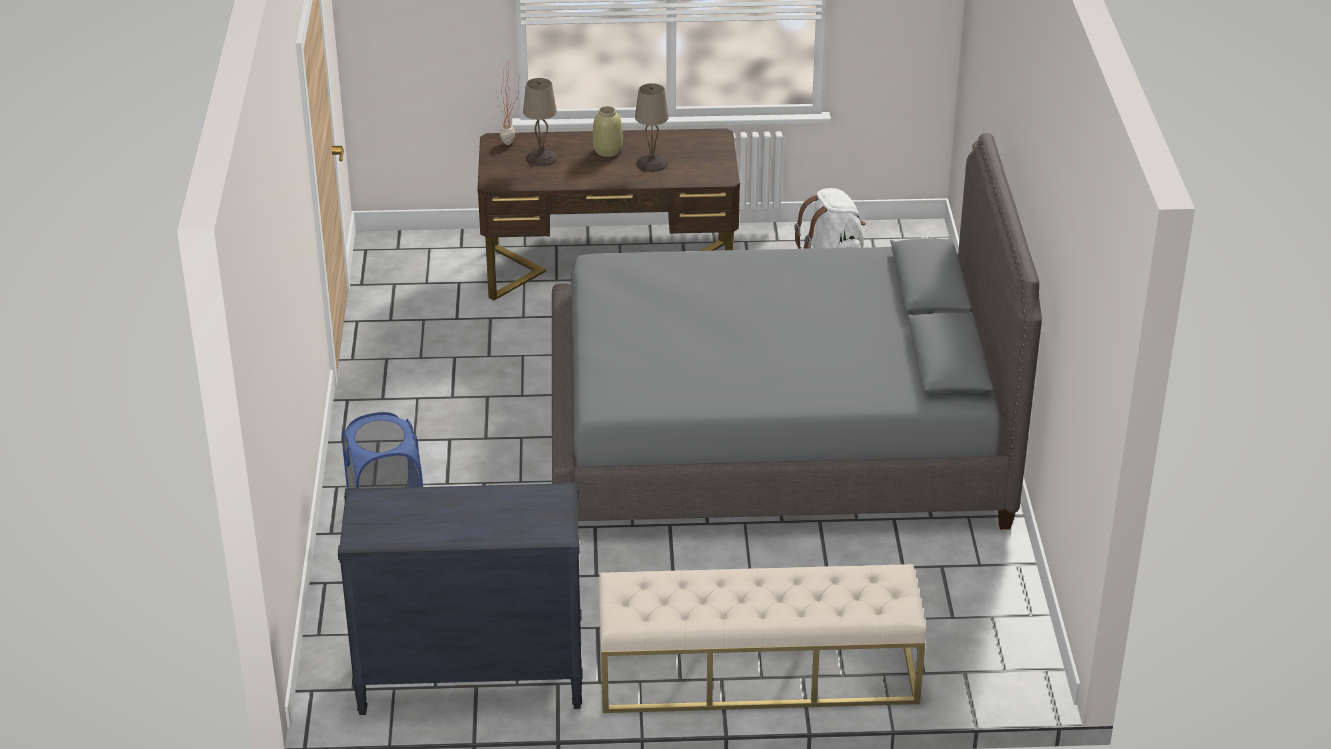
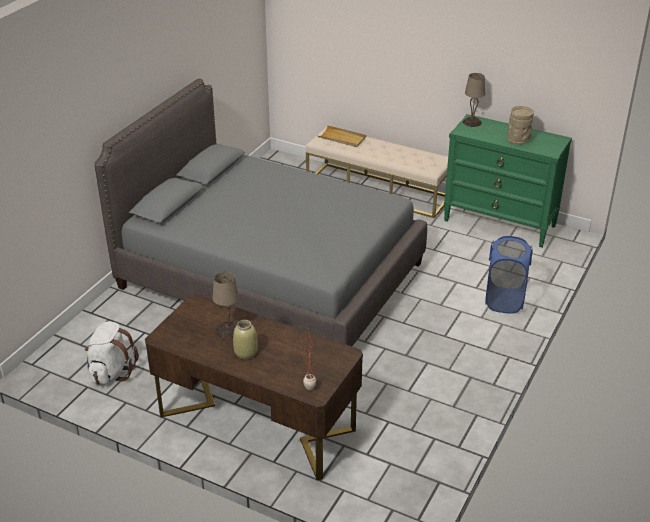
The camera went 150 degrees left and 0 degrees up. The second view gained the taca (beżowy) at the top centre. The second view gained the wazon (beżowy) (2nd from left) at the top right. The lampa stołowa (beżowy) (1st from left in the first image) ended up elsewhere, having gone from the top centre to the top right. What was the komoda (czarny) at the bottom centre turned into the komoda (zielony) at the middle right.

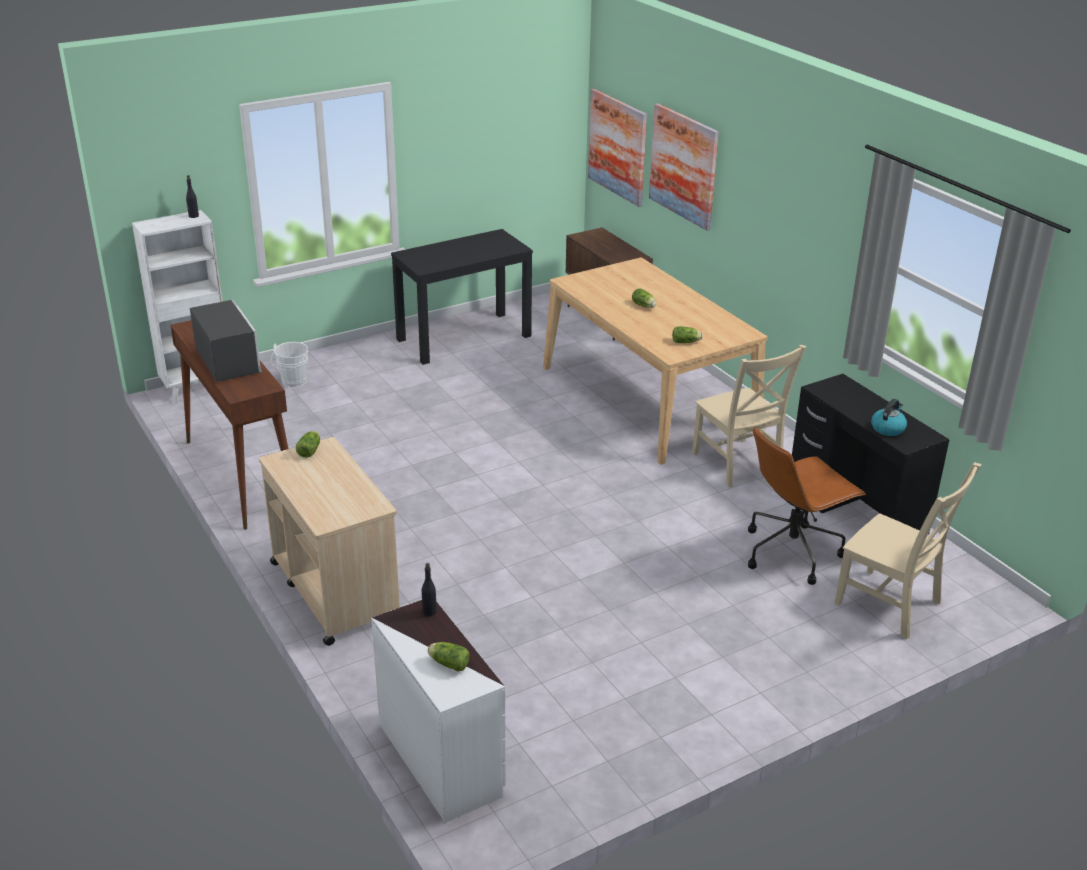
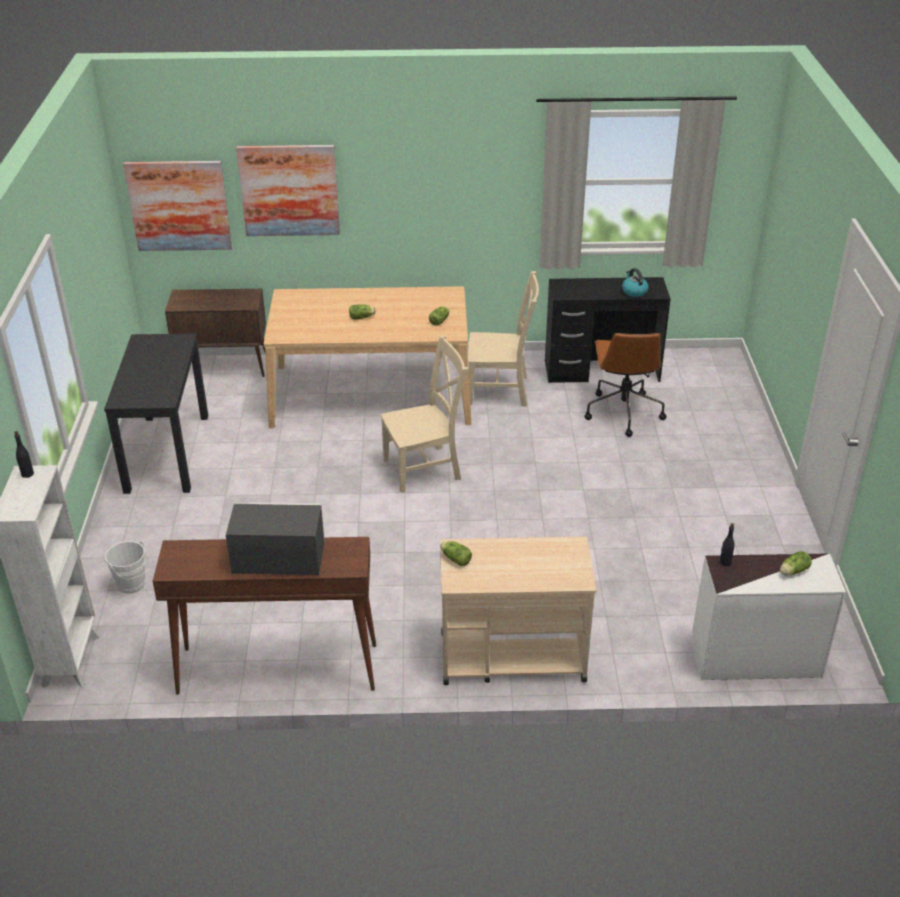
The camera went 60 degrees left and 5 degrees up. The krzesło (beżowy) (2nd from left in the first image) ended up elsewhere, having gone from the middle right to the centre.

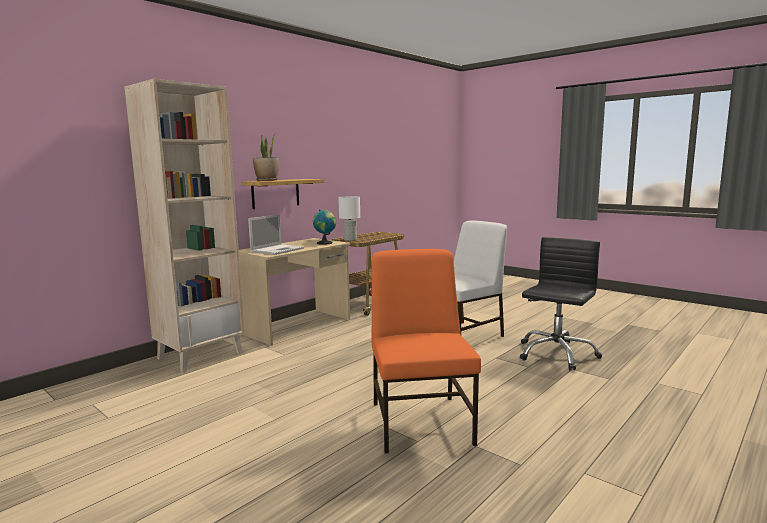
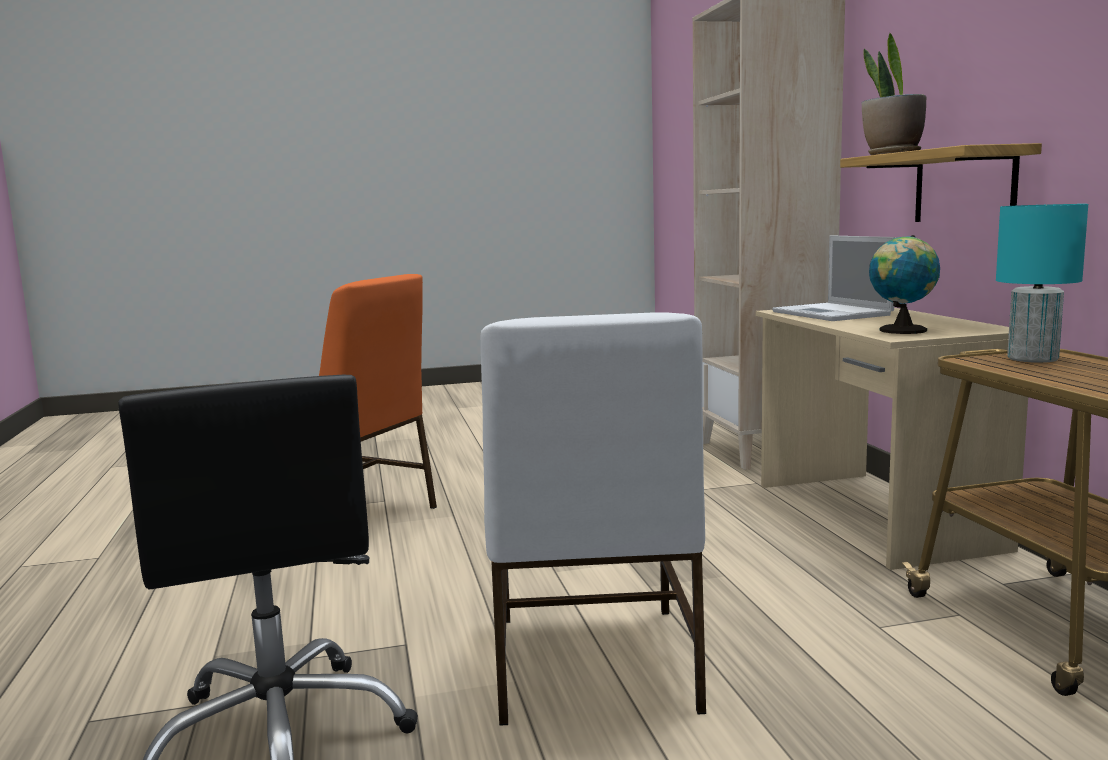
The camera went 125 degrees right and 0 degrees up. What was the lampa stołowa (biały) at the centre turned into the lampa stołowa (turkusowy) at the middle right.

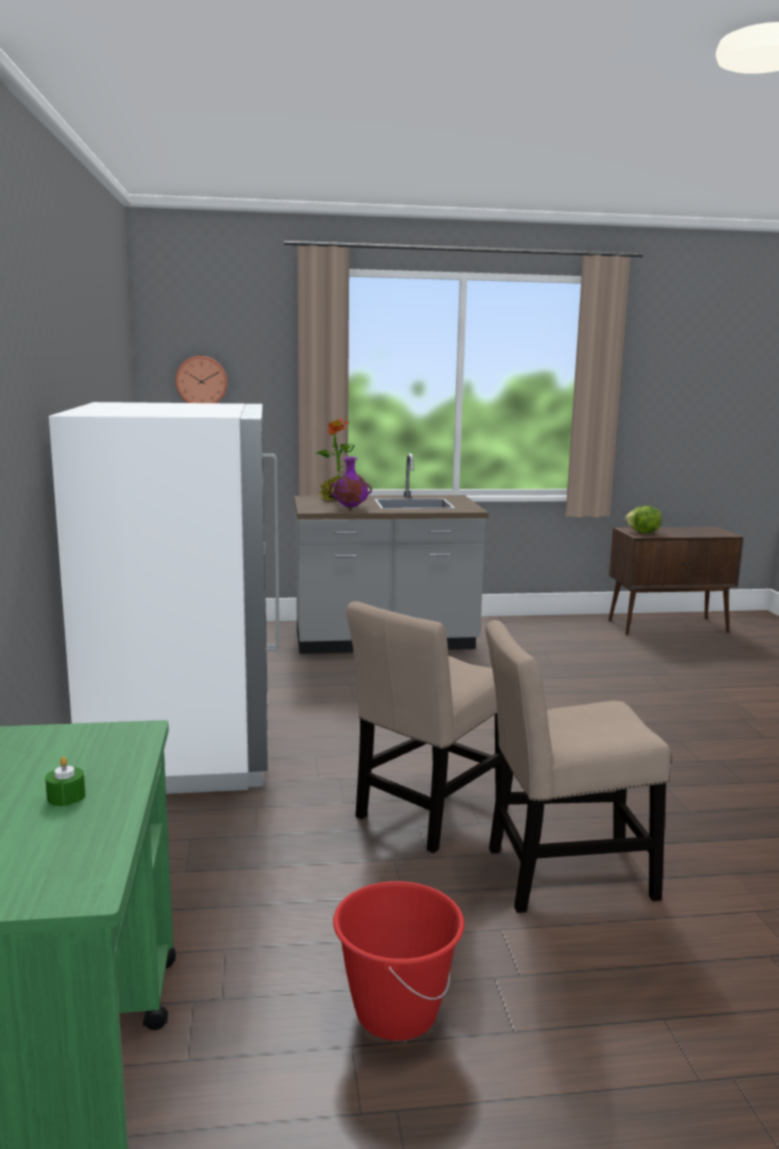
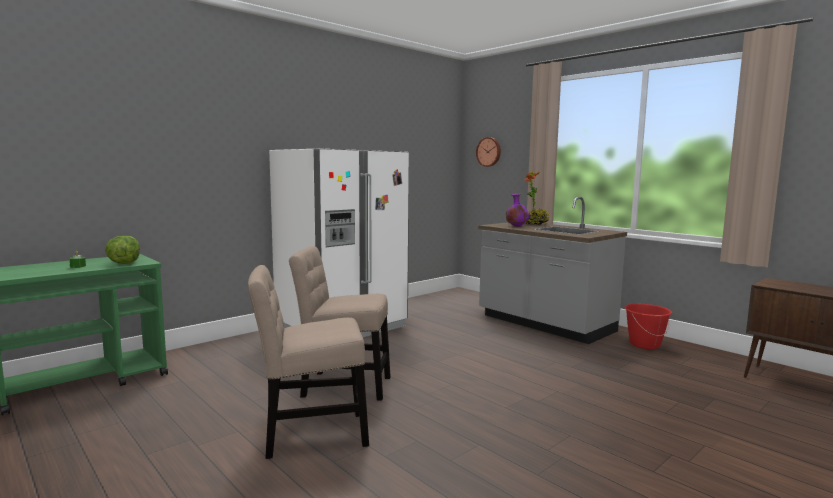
The camera went 55 degrees right and 5 degrees down. The wiadro (czerwony) ended up elsewhere, having gone from the bottom centre to the middle right. The sałata ended up elsewhere, having gone from the middle right to the middle left. The krzesło (beżowy) (2nd from left in the first image) at the bottom right ended up facing another way, 60 degrees counterclockwise from before.

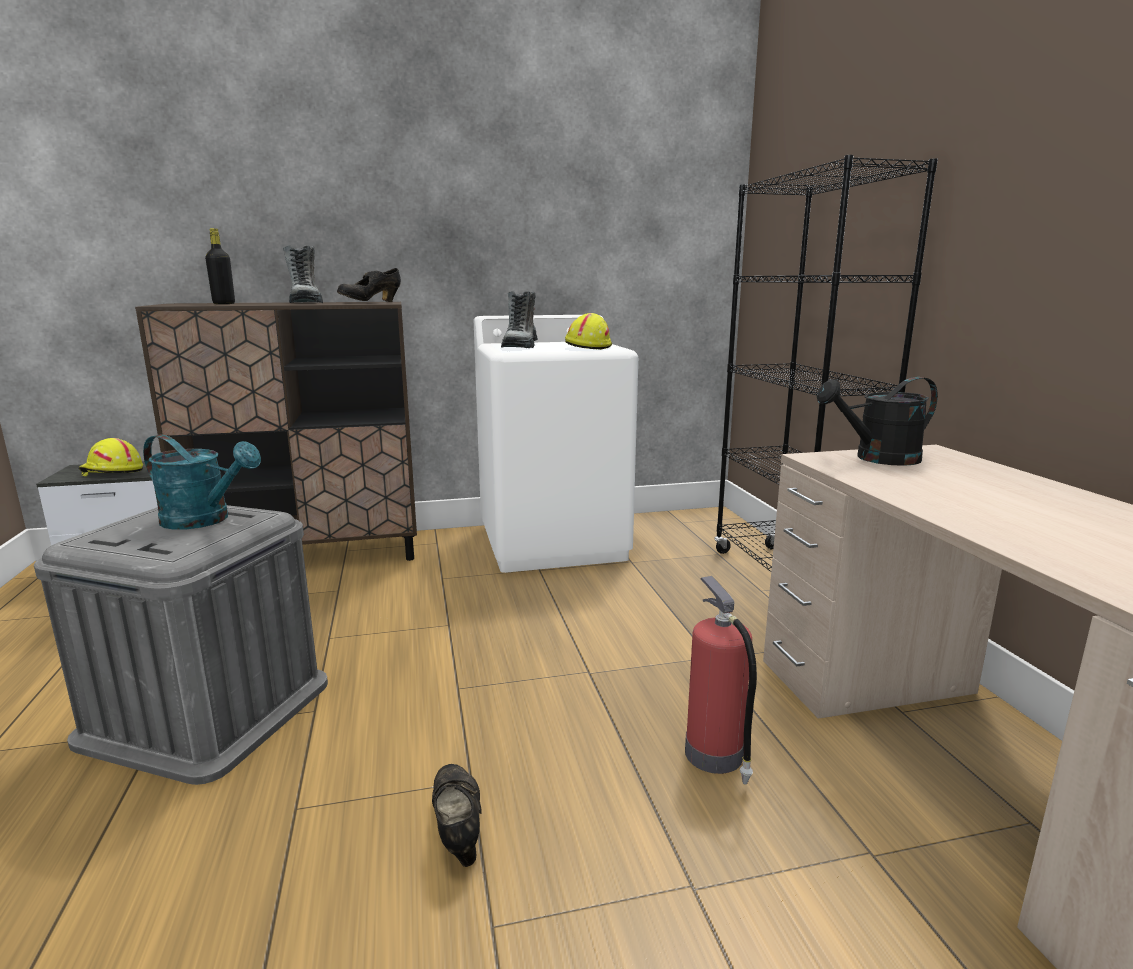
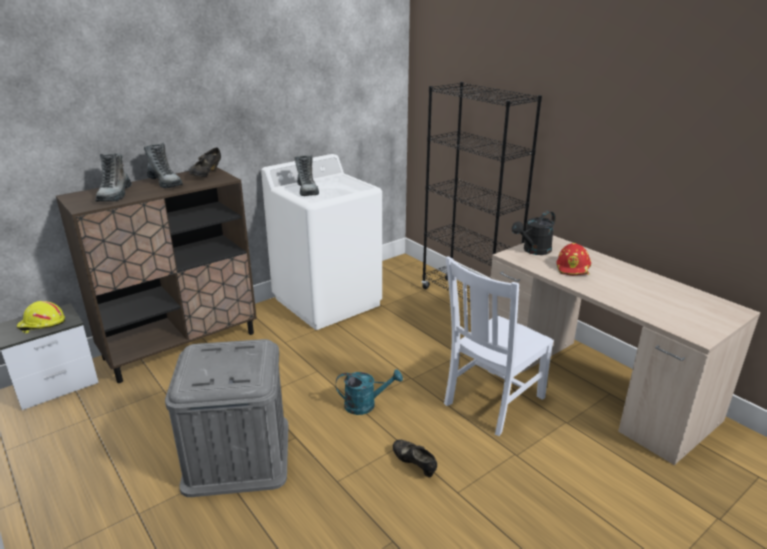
The camera went 25 degrees left and 10 degrees up. The second view lost the kask (żółty) (2nd from left) at the centre. The second view gained the kask (czerwony) at the middle right. The konewka (turkusowy) ended up elsewhere, having gone from the middle left to the bottom centre. Where the butelka (czarny) stood at the top left, the but z cholewką (1st from left) came to stand at the top left. Where the gaśnica stood at the bottom centre, the krzesło (biały) came to stand at the centre.

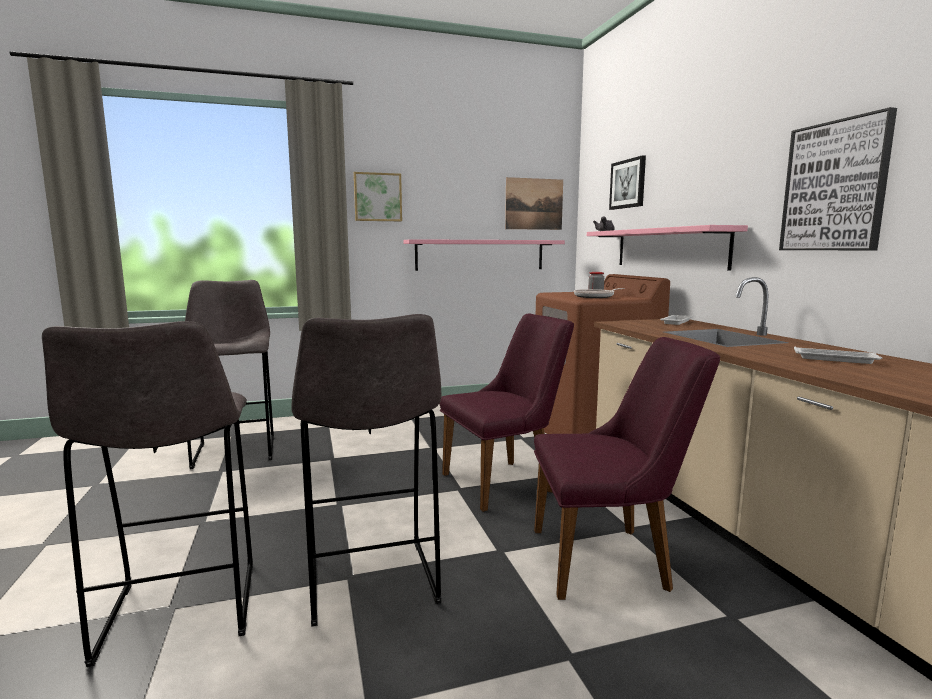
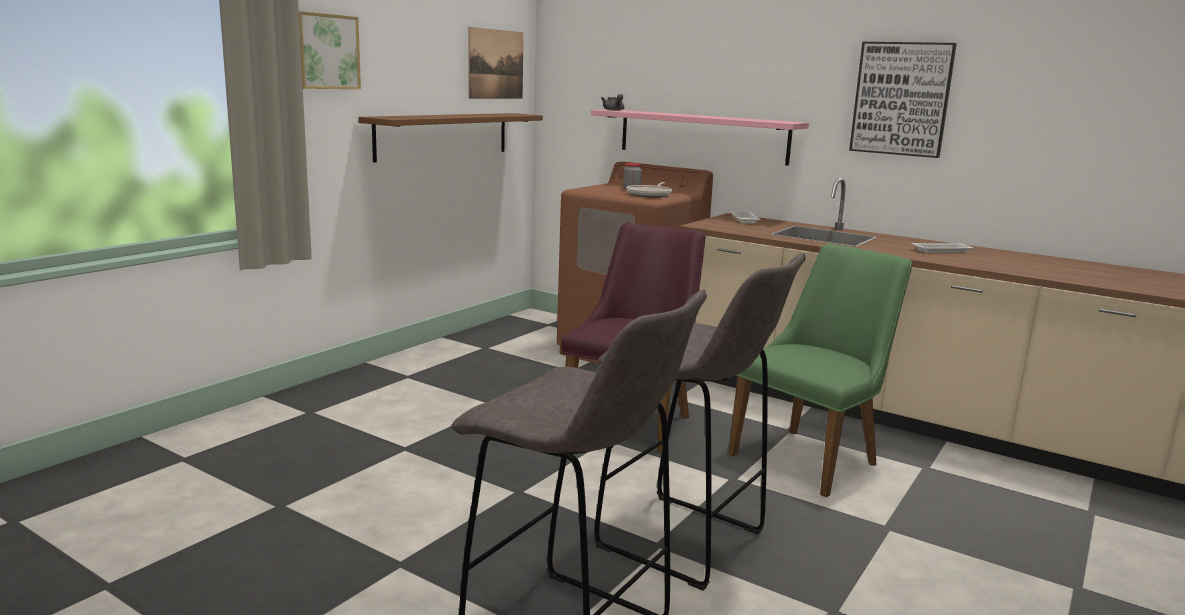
The camera went 40 degrees left and 5 degrees up. The second view lost the stołek (szary) (2nd from left) at the middle left. The second view lost the obraz (3rd from left) at the top right. What was the półka (różowy) (1st from left) at the centre turned into the półka (brązowy) at the top centre. What was the krzesło (fioletowy) (2nd from left) at the bottom right turned into the krzesło (zielony) at the middle right.

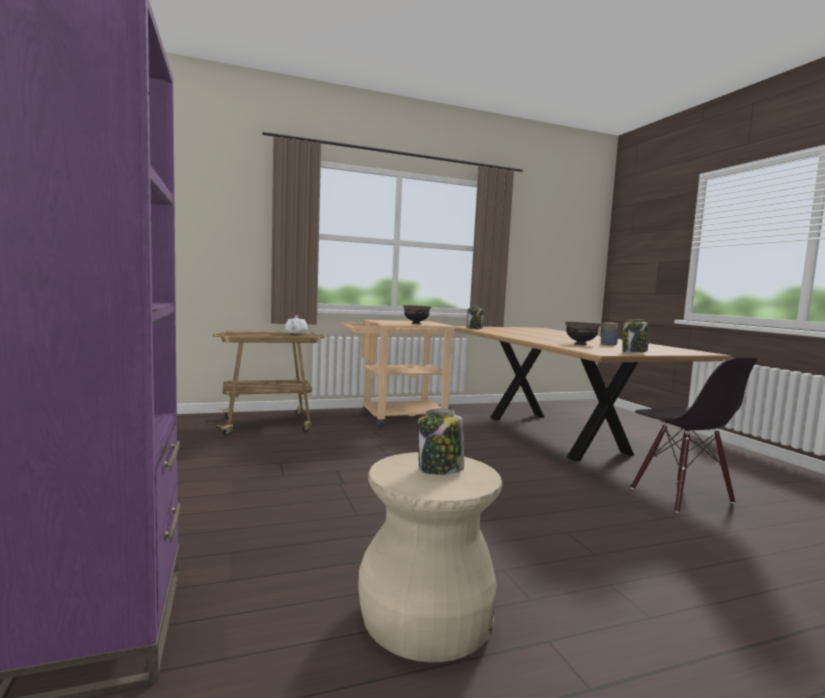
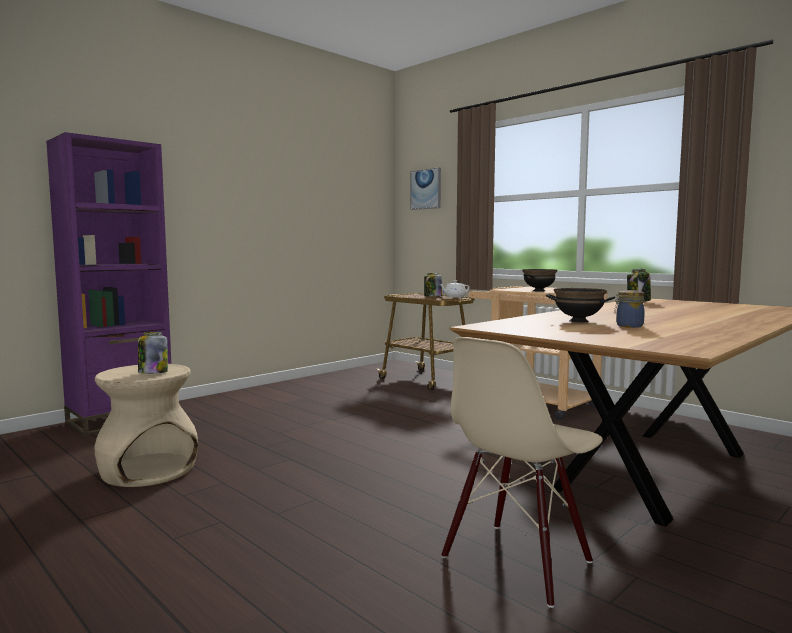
The camera went 65 degrees right and 0 degrees up. The second view gained the obraz at the top centre. The słoik (4th from left in the first image) ended up elsewhere, having gone from the middle right to the centre. What was the krzesło (czarny) at the middle right turned into the krzesło (beżowy) at the bottom centre.

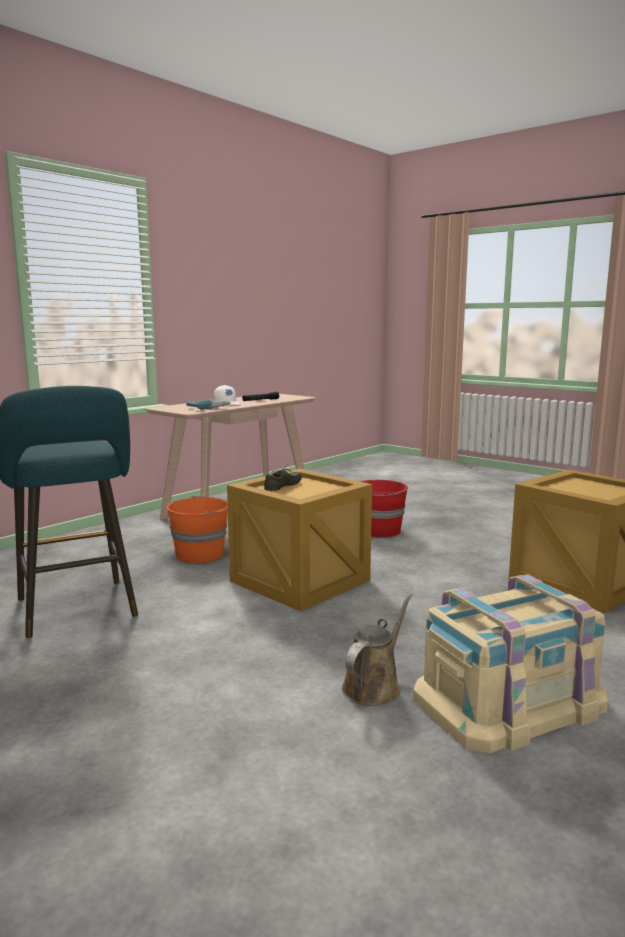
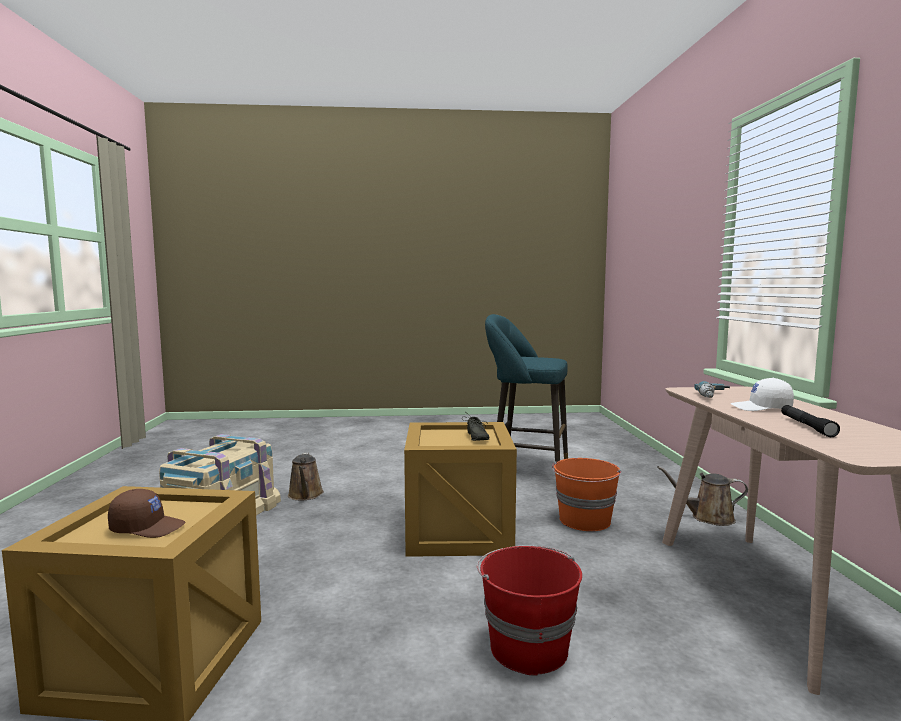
The camera went 135 degrees right and 5 degrees down. The second view gained the czapka z daszkiem (brązowy) at the bottom left. The second view gained the konewka (brązowy) (2nd from left) at the bottom right.

